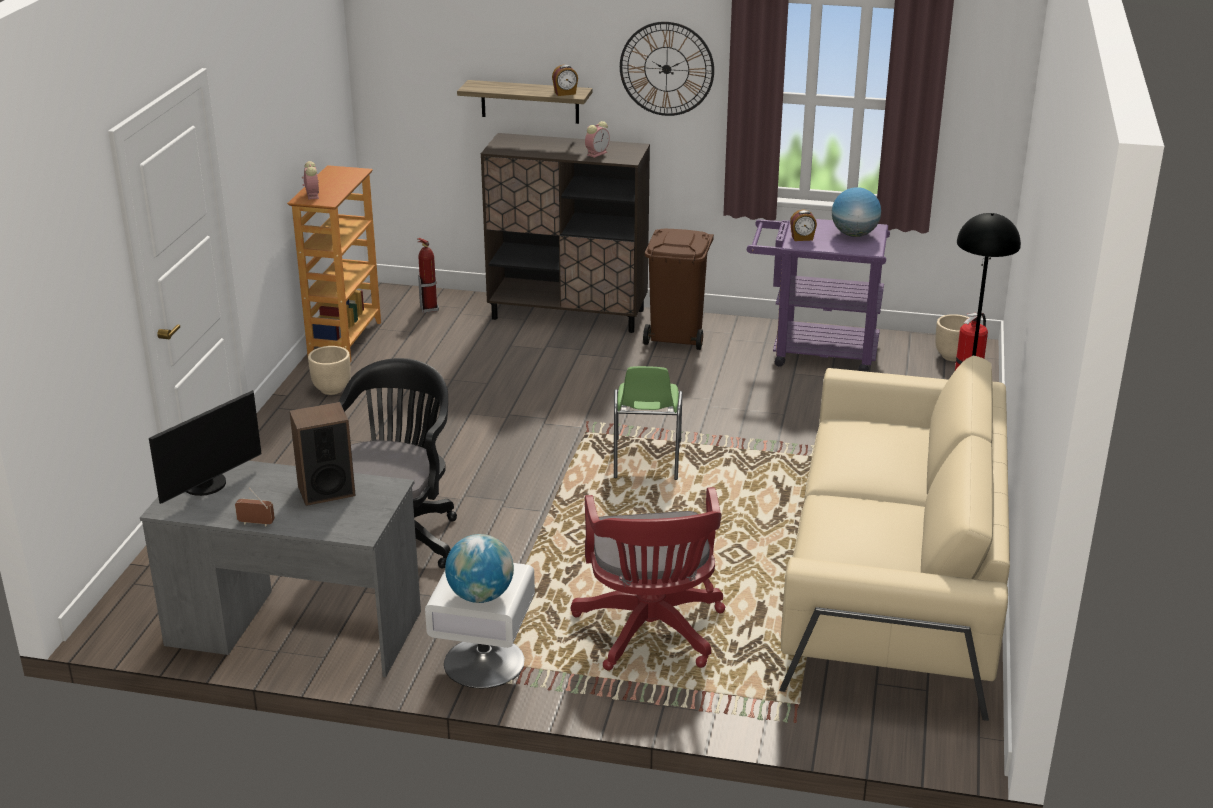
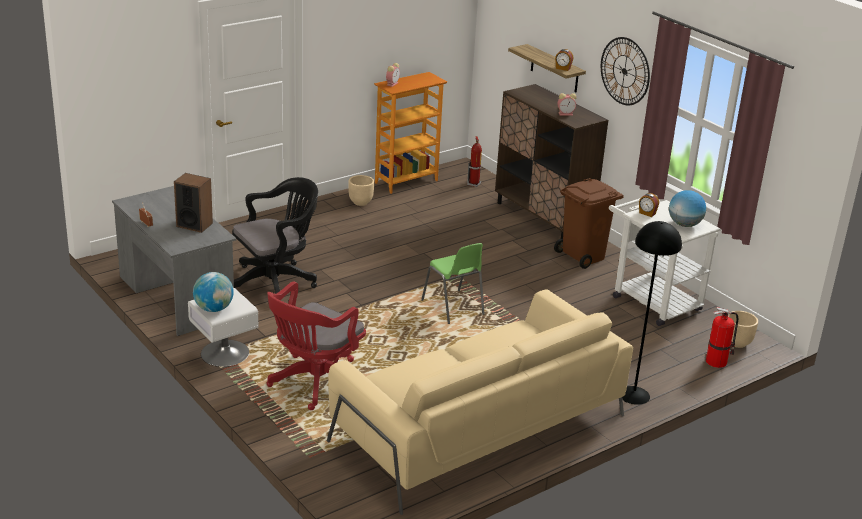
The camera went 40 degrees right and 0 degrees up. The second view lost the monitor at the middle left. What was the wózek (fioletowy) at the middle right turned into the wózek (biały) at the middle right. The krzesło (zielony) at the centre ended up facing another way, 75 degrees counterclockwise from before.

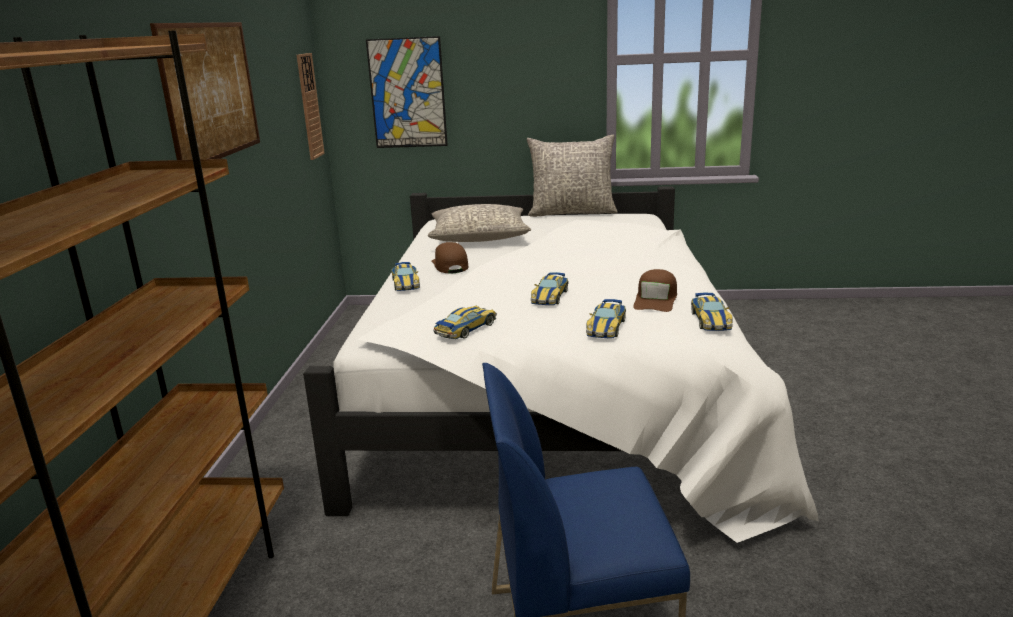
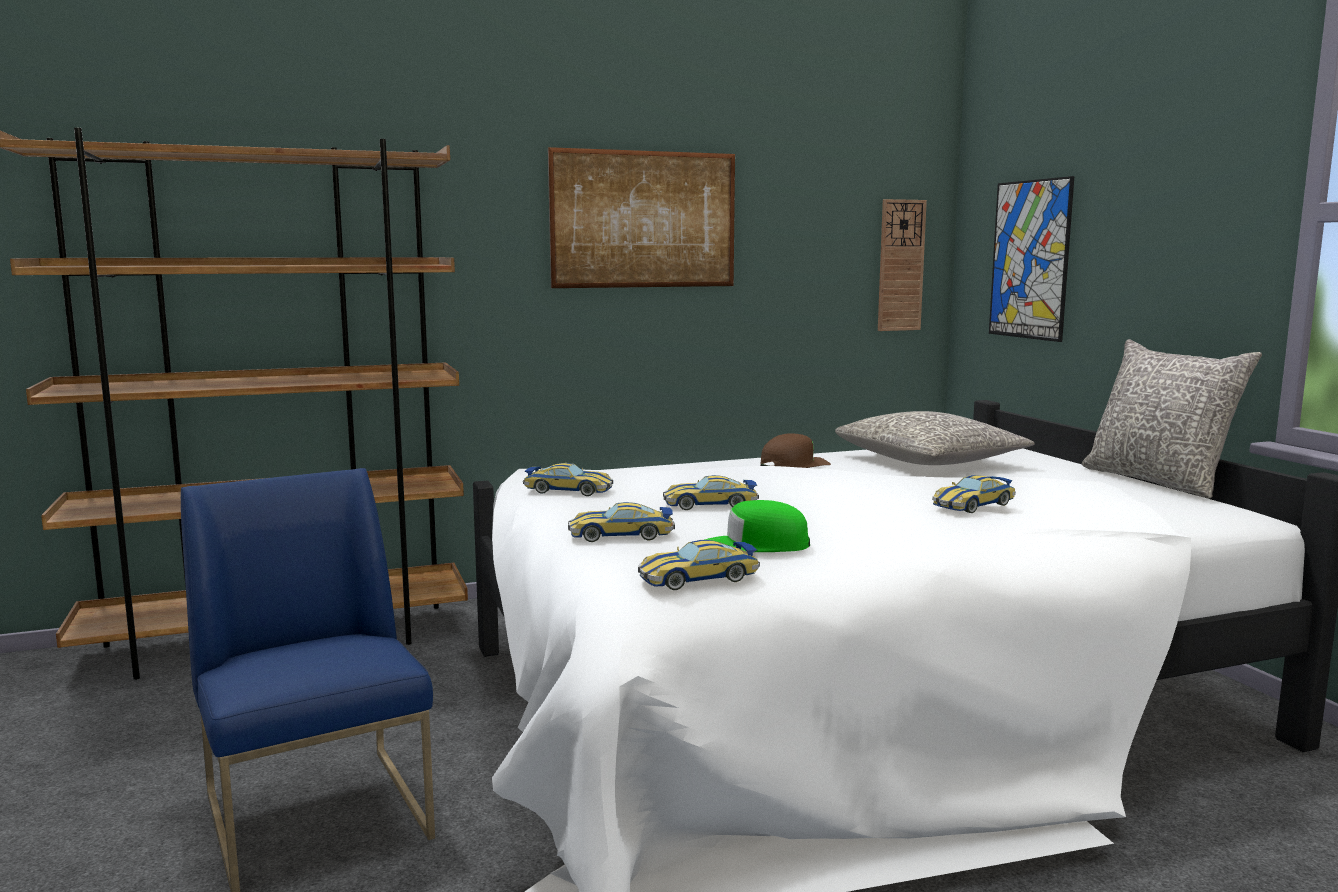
The camera went 65 degrees right and 10 degrees down. The samochodzik (1st from left in the first image) ended up elsewhere, having gone from the centre to the middle right. What was the czapka z daszkiem (brązowy) (2nd from left) at the centre turned into the czapka z daszkiem (zielony) at the centre.

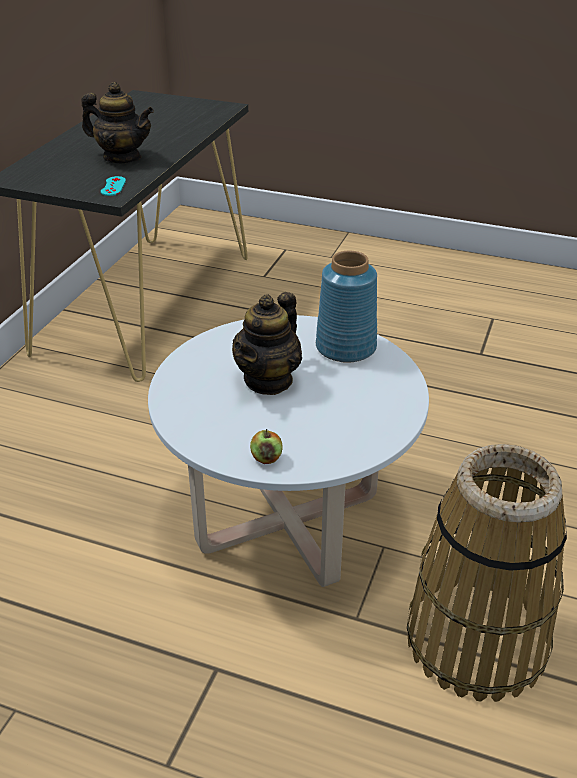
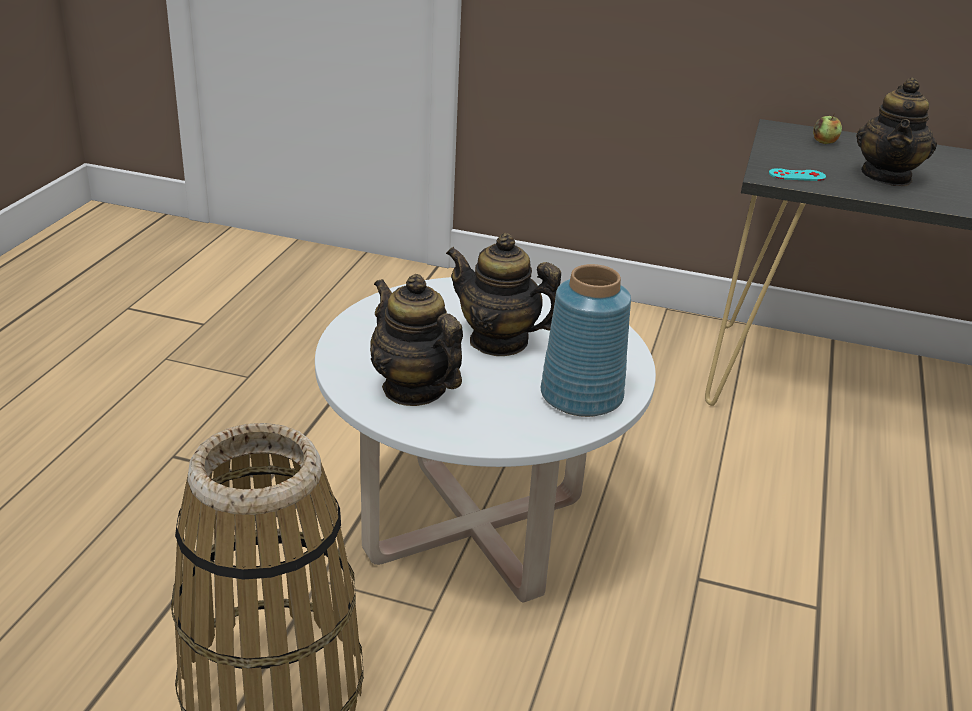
The camera went 85 degrees right and 5 degrees down. The second view gained the imbryk (1st from left) at the centre. The jabłko ended up elsewhere, having gone from the centre to the top right.

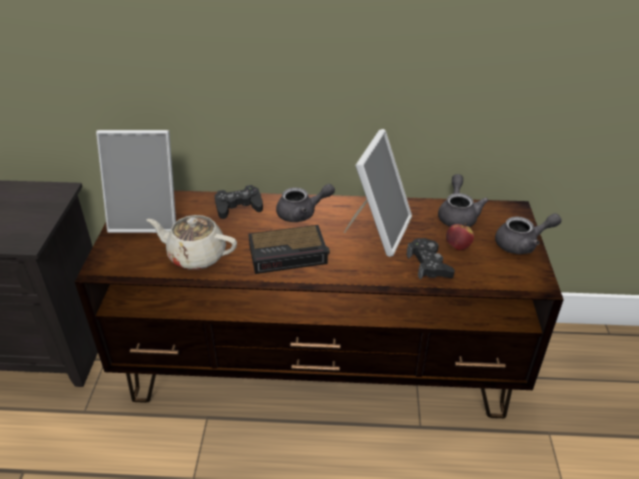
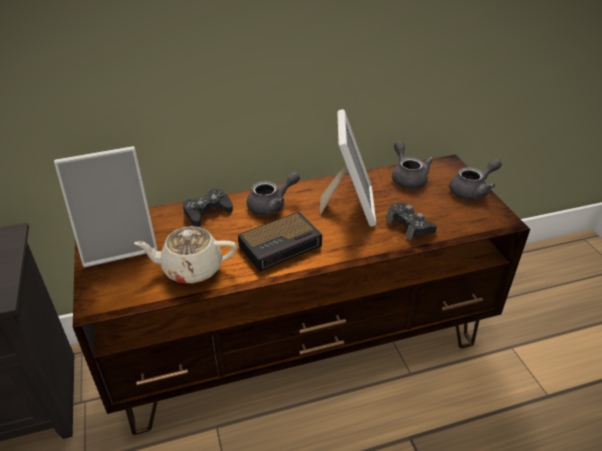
The camera went 20 degrees left and 0 degrees up. The second view lost the jabłko at the middle right.

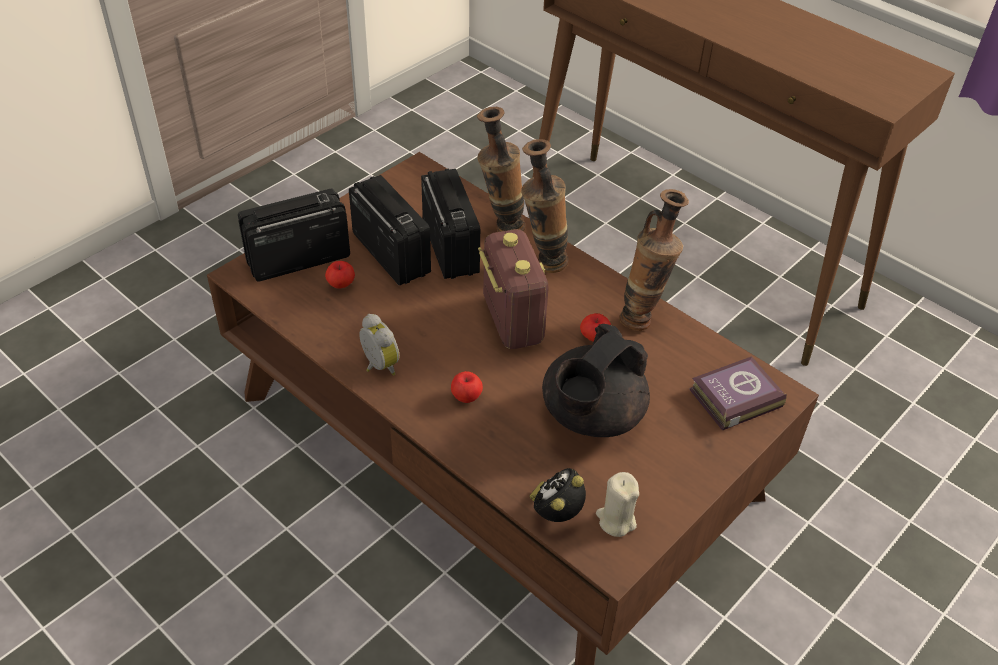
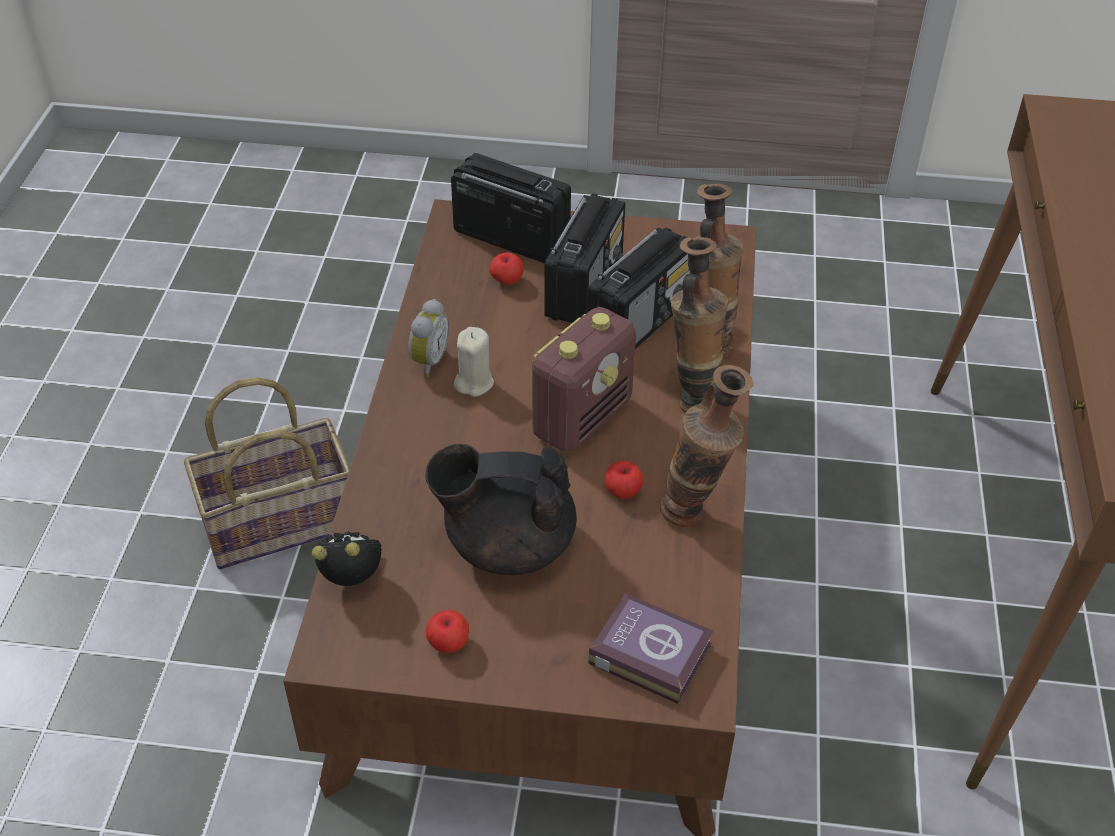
The camera went 55 degrees right and 0 degrees up. The second view gained the koszyk at the middle left. The jabłko (2nd from left in the first image) ended up elsewhere, having gone from the centre to the bottom centre. The świeca (beżowy) ended up elsewhere, having gone from the bottom centre to the centre.

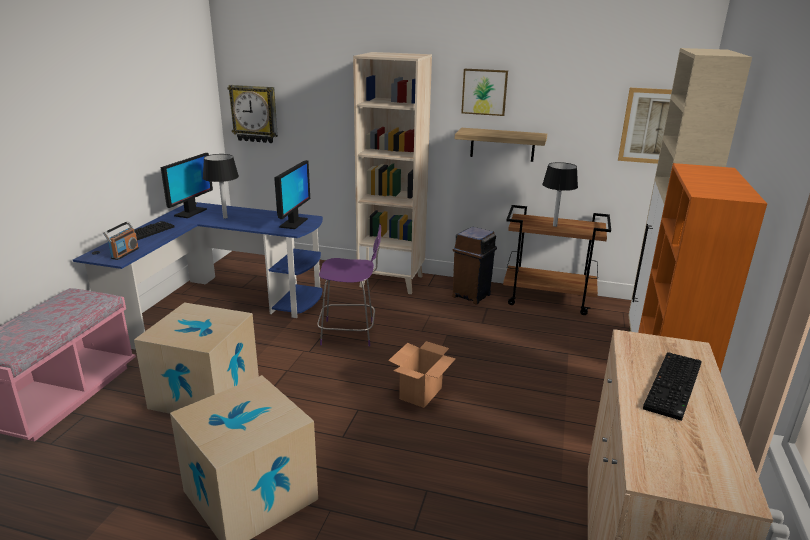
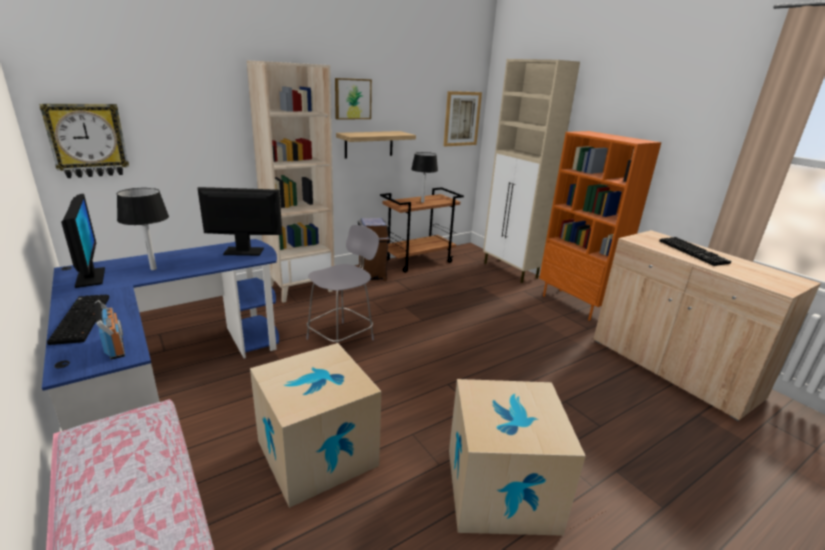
The camera went 50 degrees left and 0 degrees up. The second view lost the karton (3rd from left) at the bottom centre. What was the krzesło (fioletowy) at the centre turned into the krzesło (szary) at the centre. The monitor (2nd from left) at the centre ended up facing another way, 60 degrees counterclockwise from before.

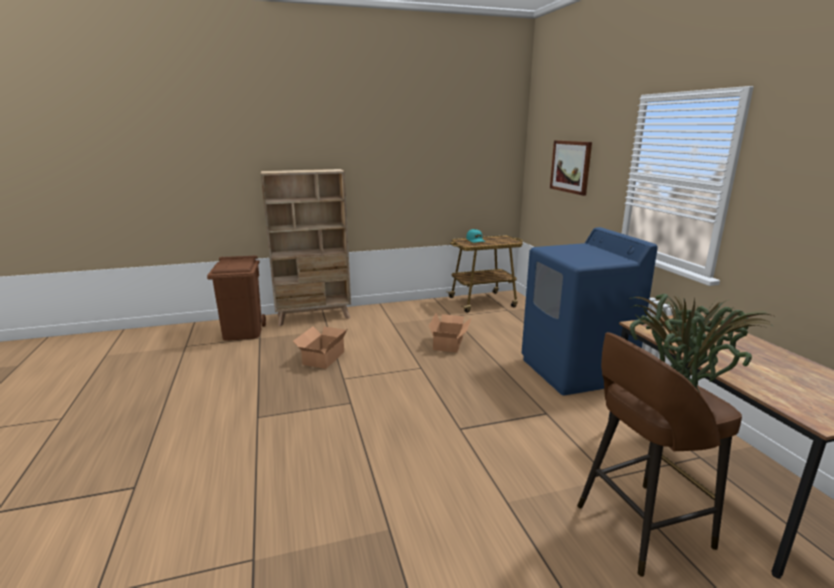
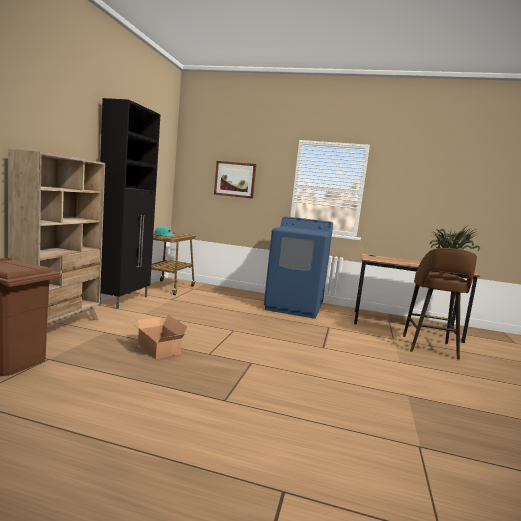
The camera went 60 degrees left and 10 degrees down. The second view lost the karton (2nd from left) at the centre. The second view gained the szafka (czarny) at the middle left.

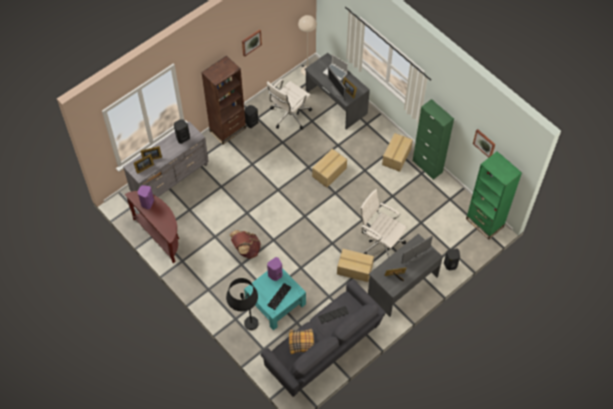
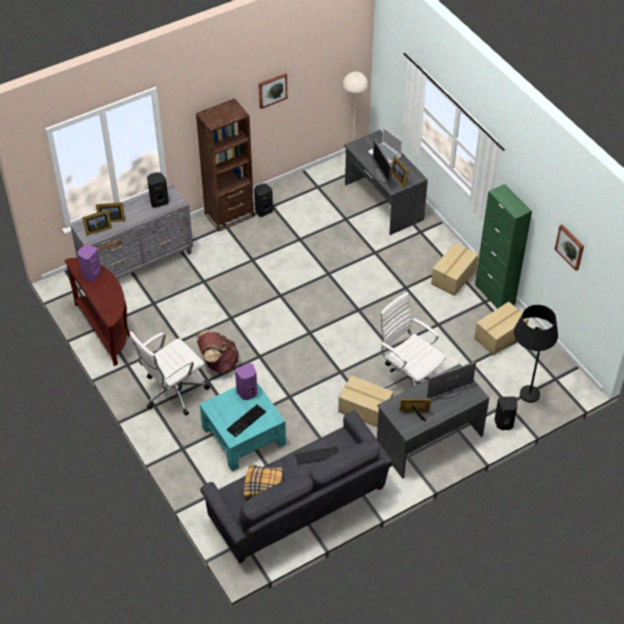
The camera went 10 degrees right and 10 degrees down. The second view lost the regał (zielony) at the middle right. The lampa stojąca (czarny) ended up elsewhere, having gone from the bottom centre to the middle right. The krzesło biurowe (biały) (1st from left) ended up elsewhere, having gone from the top centre to the middle left. The karton (1st from left in the first image) ended up elsewhere, having gone from the centre to the middle right.

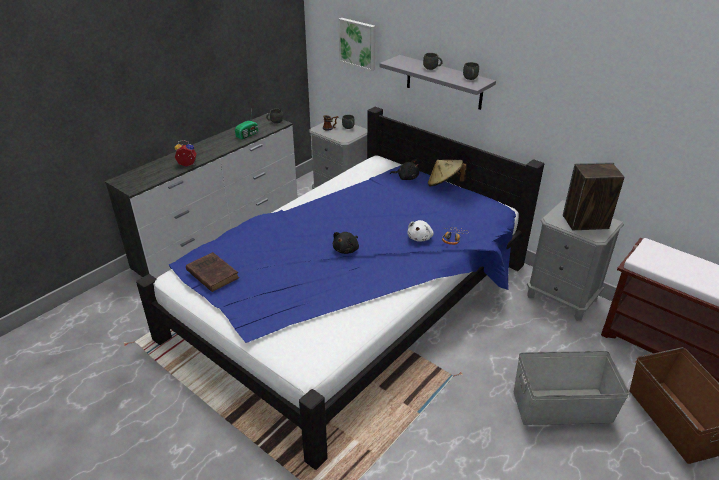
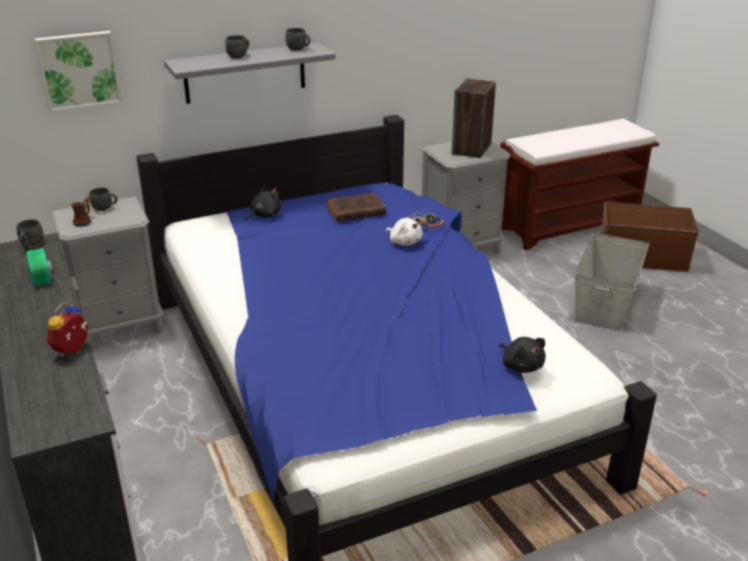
The camera went 65 degrees left and 5 degrees down. The second view lost the kapelusz (beżowy) at the centre. The książka (brązowy) ended up elsewhere, having gone from the middle left to the centre. The pluszak (czarny) (1st from left in the first image) ended up elsewhere, having gone from the centre to the middle right.

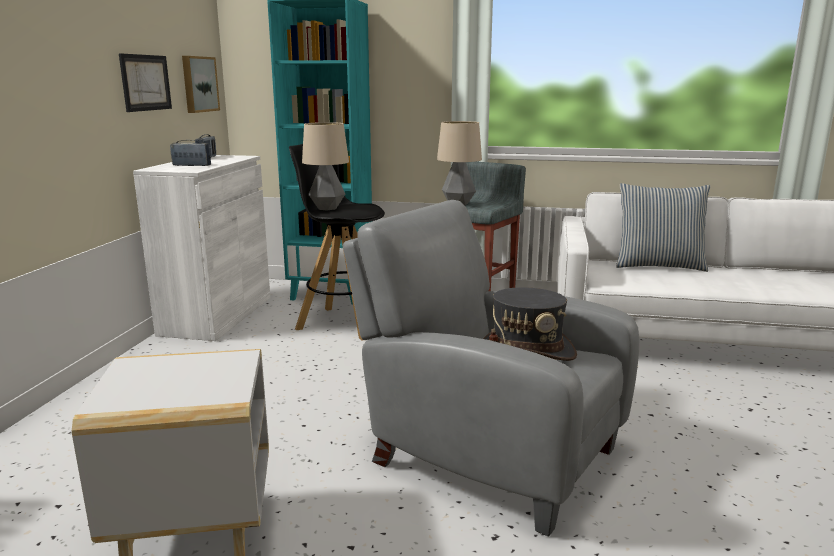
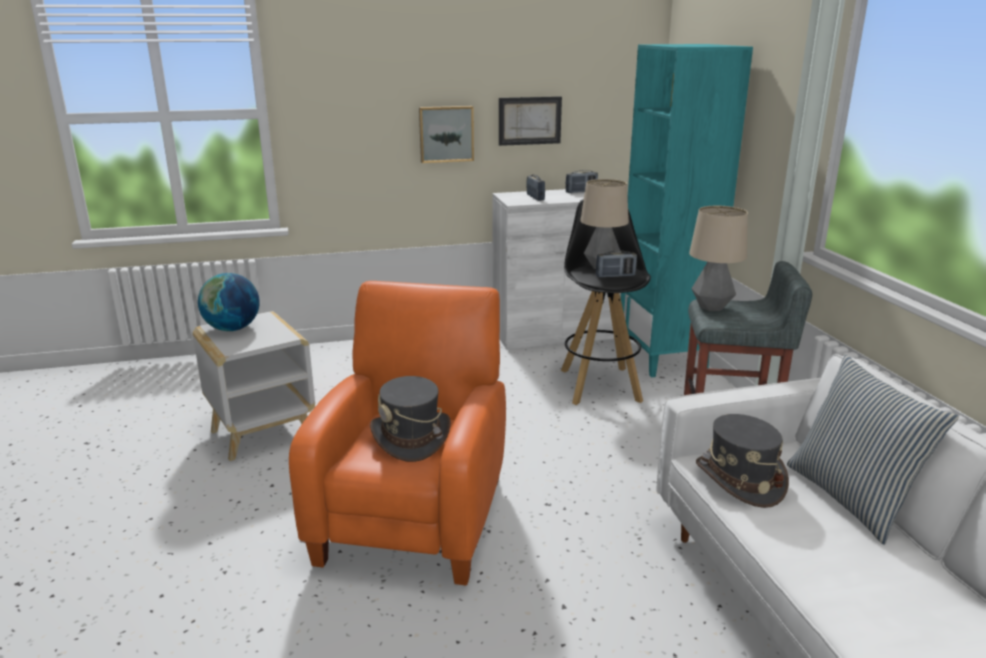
The camera went 65 degrees right and 5 degrees up. The second view gained the globus at the middle left. The second view gained the radio (3rd from left) at the centre. The second view gained the kapelusz (szary) (2nd from left) at the bottom right. The obraz (2nd from left in the first image) ended up elsewhere, having gone from the top left to the top centre. What was the fotel (szary) at the centre turned into the fotel (pomarańczowy) at the centre.

